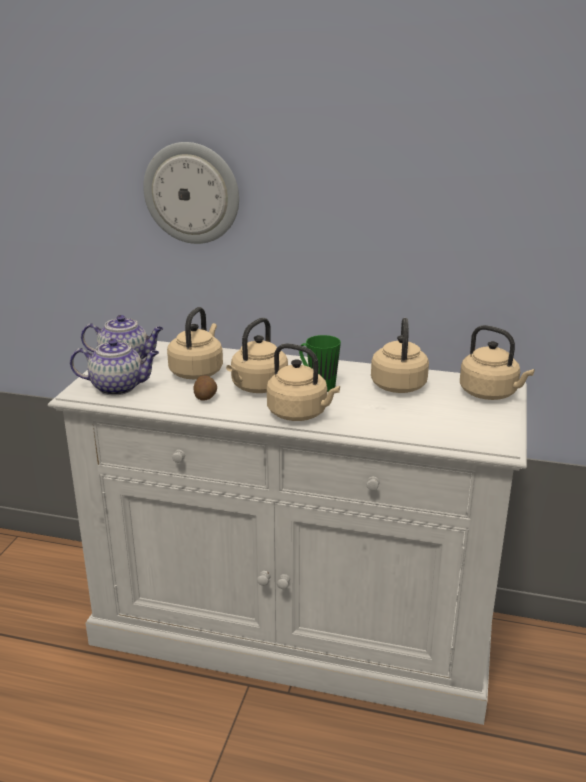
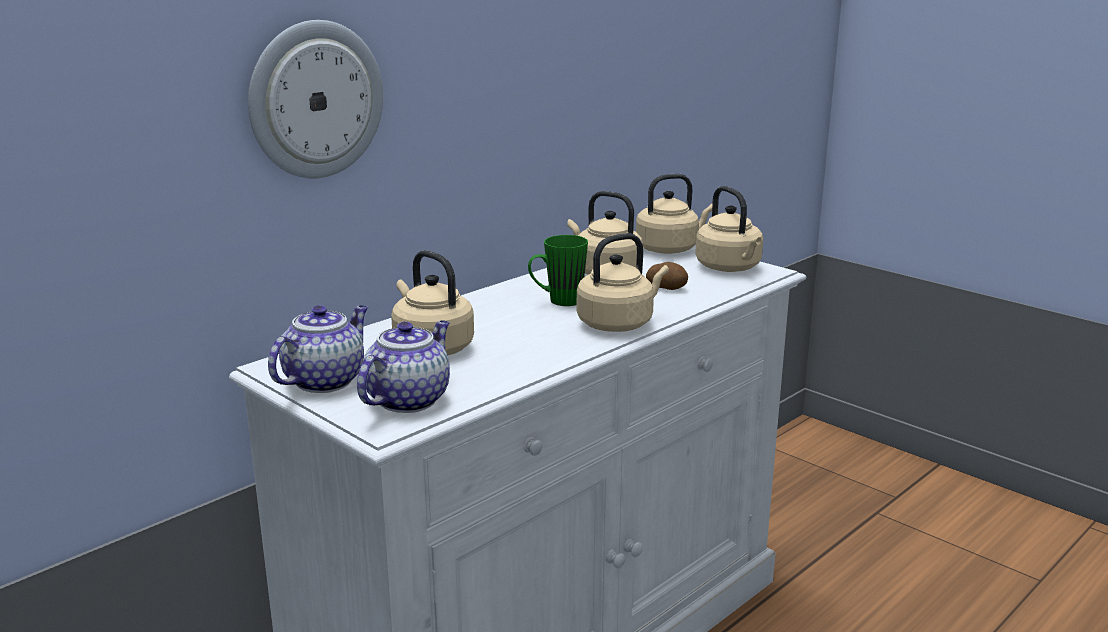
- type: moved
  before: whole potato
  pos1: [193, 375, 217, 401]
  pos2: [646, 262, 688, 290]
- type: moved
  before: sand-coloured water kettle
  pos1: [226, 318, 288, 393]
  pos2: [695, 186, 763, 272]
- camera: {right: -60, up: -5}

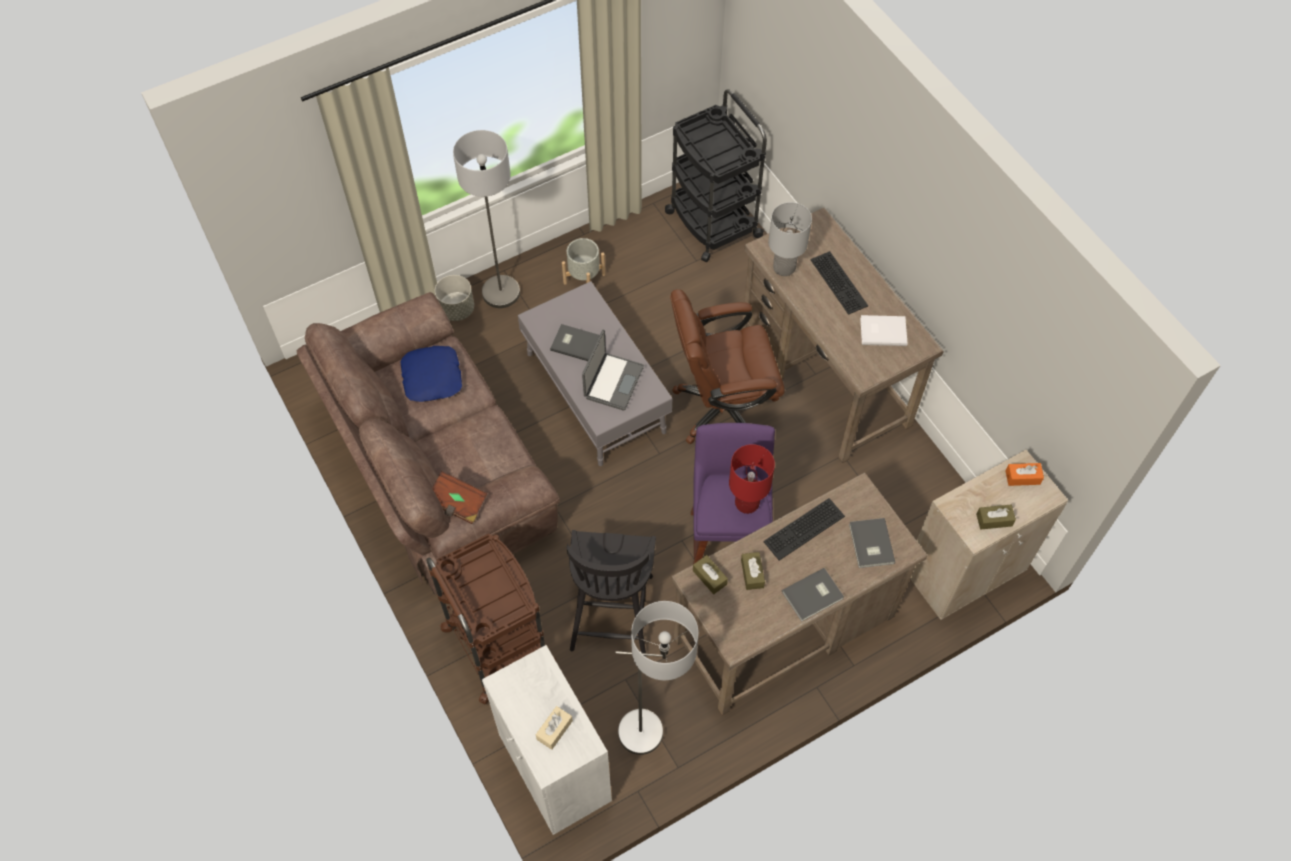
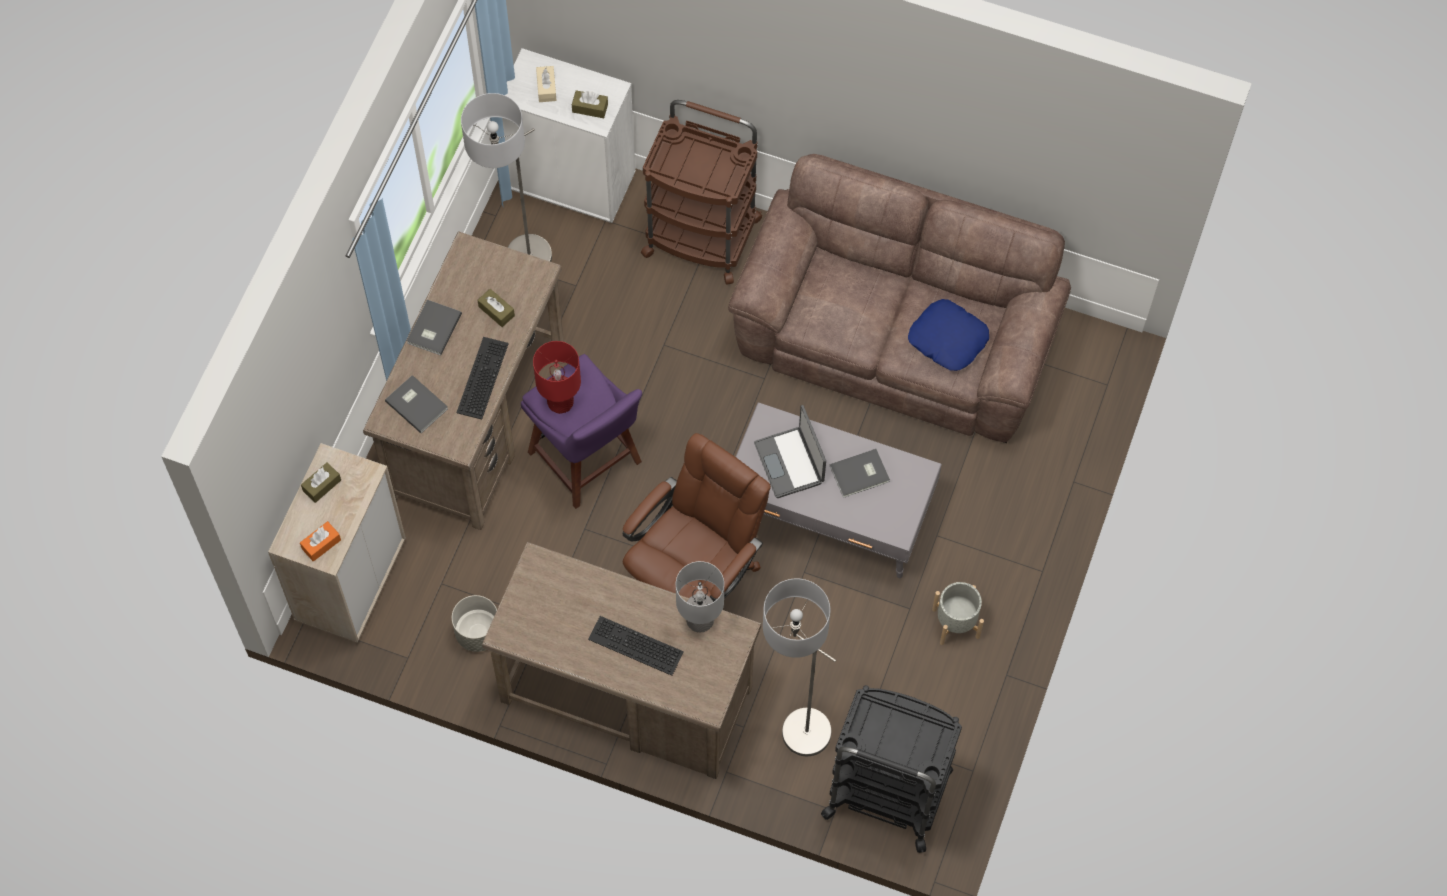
- type: removed
  before: brown-coloured volume
  pos1: [432, 471, 487, 524]
- type: removed
  before: blackish plain chair
  pos1: [567, 530, 656, 654]
- type: removed
  before: white-coloured volume
  pos1: [860, 315, 907, 346]
- type: moved
  before: greyish plant pot
  pos1: [435, 275, 474, 321]
  pos2: [452, 595, 497, 652]
- type: moved
  before: greyish floor lamp
  pos1: [453, 130, 520, 308]
  pos2: [763, 579, 836, 756]
- type: moved
  before: brown-coloured tissue holder
  pos1: [693, 555, 728, 594]
  pos2: [572, 90, 608, 118]
- camera: {right: 140, up: 5}

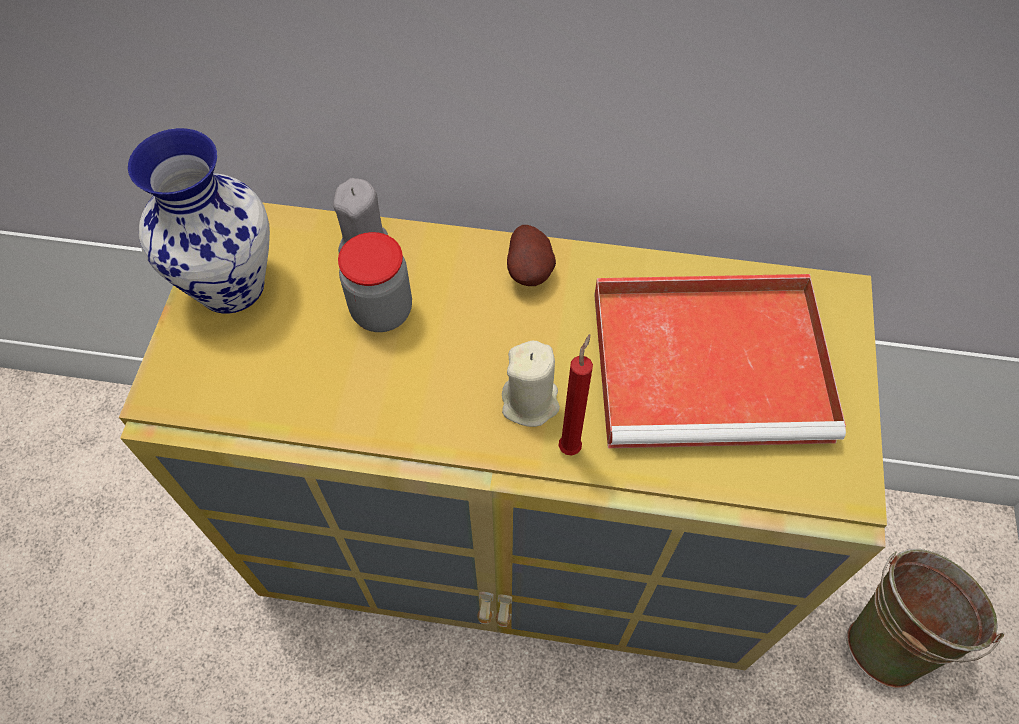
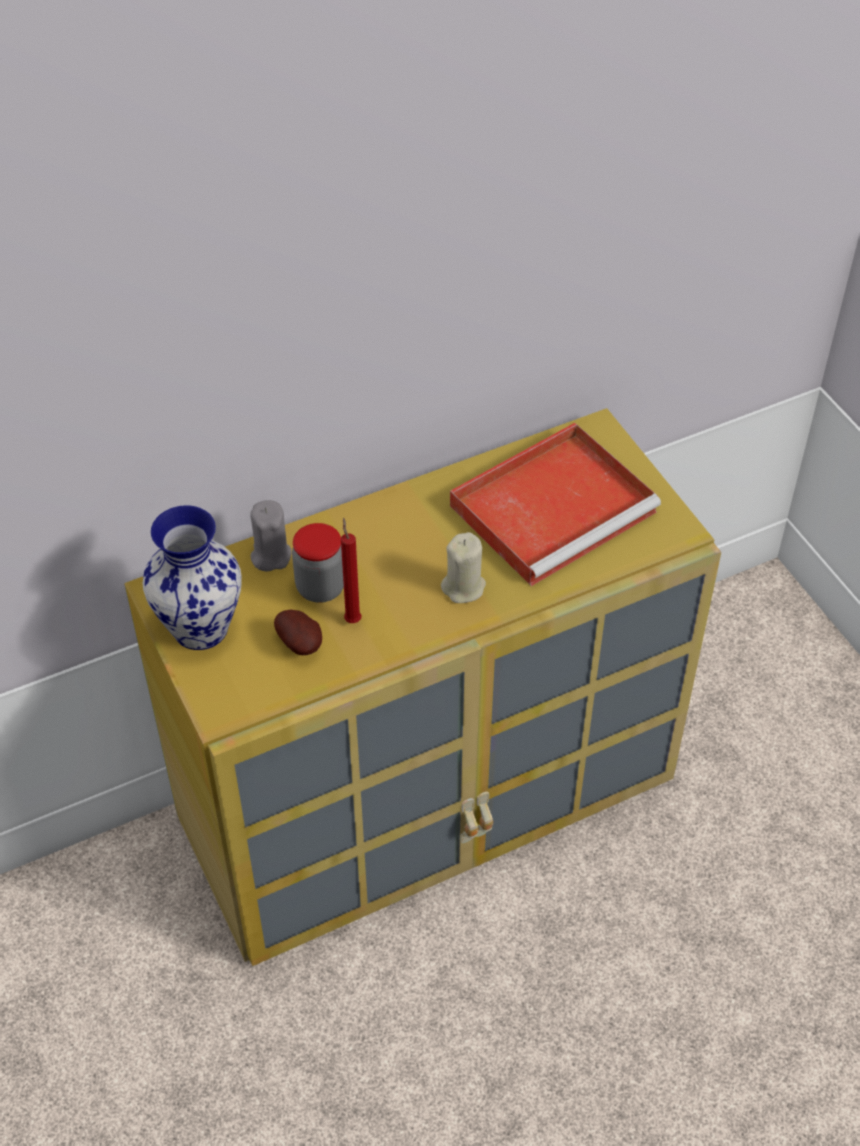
- type: removed
  before: greenish bucket
  pos1: [847, 549, 1004, 689]
- type: moved
  before: whole potato
  pos1: [507, 225, 556, 286]
  pos2: [274, 610, 322, 655]
- type: moved
  before: red wax candle
  pos1: [558, 334, 593, 455]
  pos2: [341, 518, 361, 623]
- camera: {right: -35, up: -10}

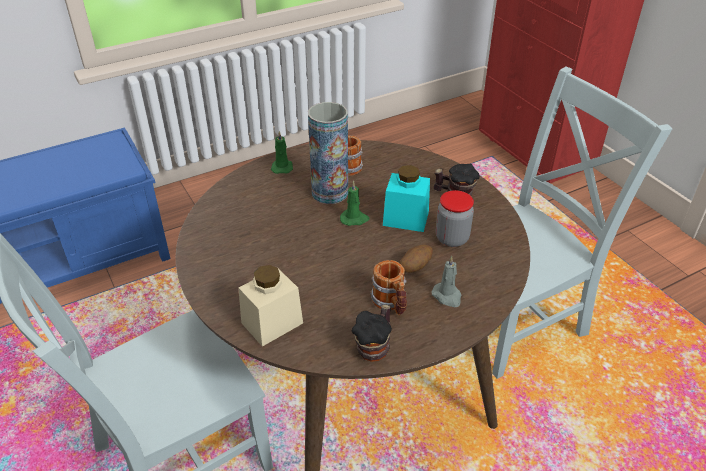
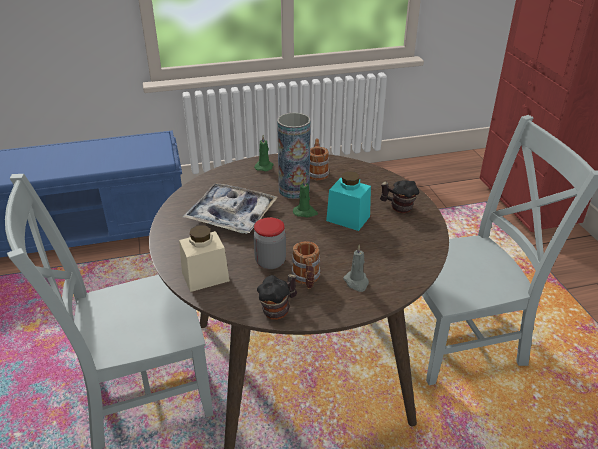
- type: removed
  before: whole potato
  pos1: [400, 245, 433, 273]
- type: added
  after: carrying tray
  pos2: [183, 183, 278, 234]
- type: moved
  before: jar
  pos1: [436, 190, 474, 247]
  pos2: [253, 217, 286, 269]
- camera: {right: 15, up: -5}

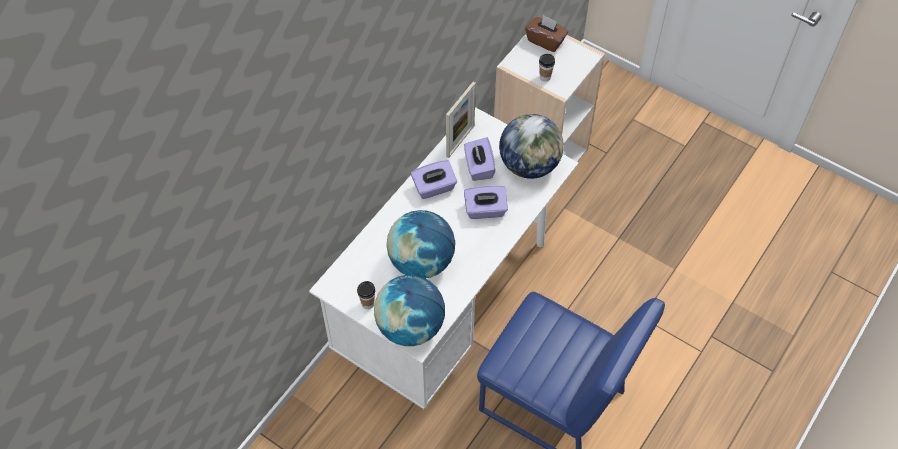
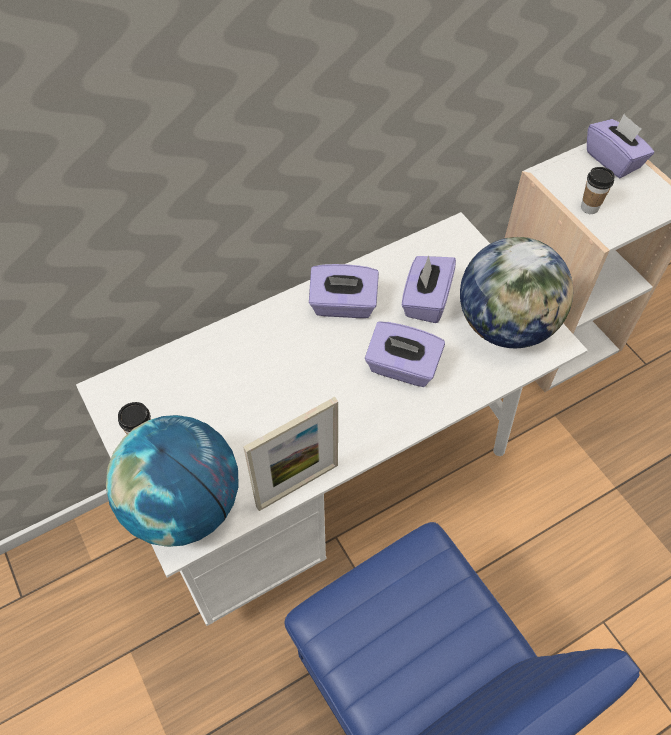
- type: removed
  before: globe
  pos1: [387, 210, 455, 279]
- type: moved
  before: standing frame
  pos1: [446, 82, 476, 158]
  pos2: [243, 397, 338, 511]
- type: recoloured
  before: brown-coloured tissue holder
  after: purplish tissue holder
  pos1: [525, 15, 568, 52]
  pos2: [587, 114, 654, 178]
- camera: {right: 25, up: 0}

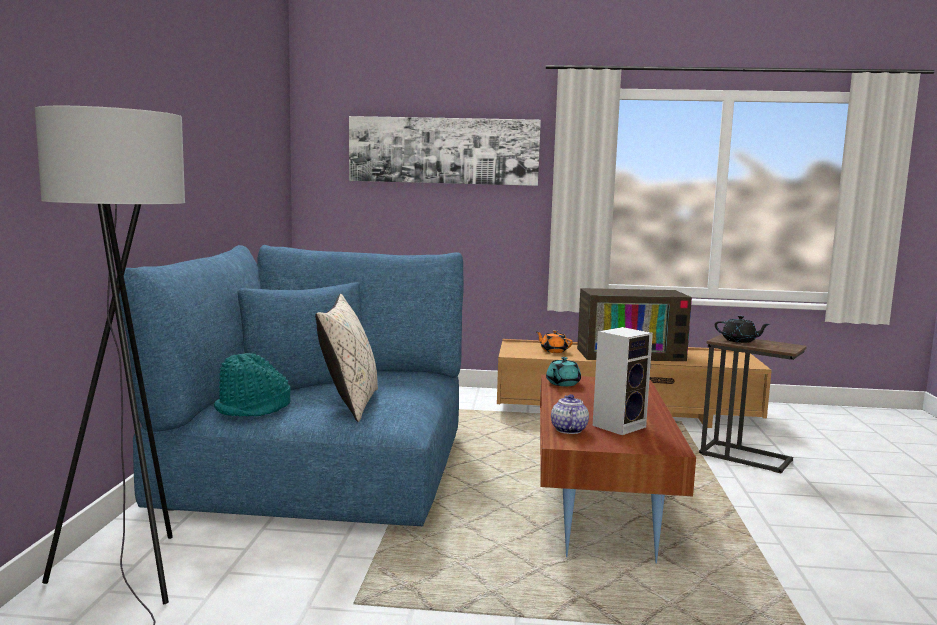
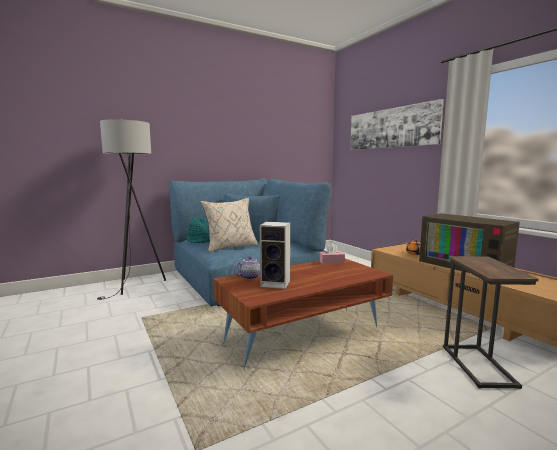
- type: removed
  before: blackish pot for tea
  pos1: [715, 316, 770, 343]
- type: replaced
  before: turquoise pot for tea
  after: pink-coloured tissue holder
  pos1: [546, 357, 581, 386]
  pos2: [319, 243, 345, 265]
- camera: {right: 55, up: 0}

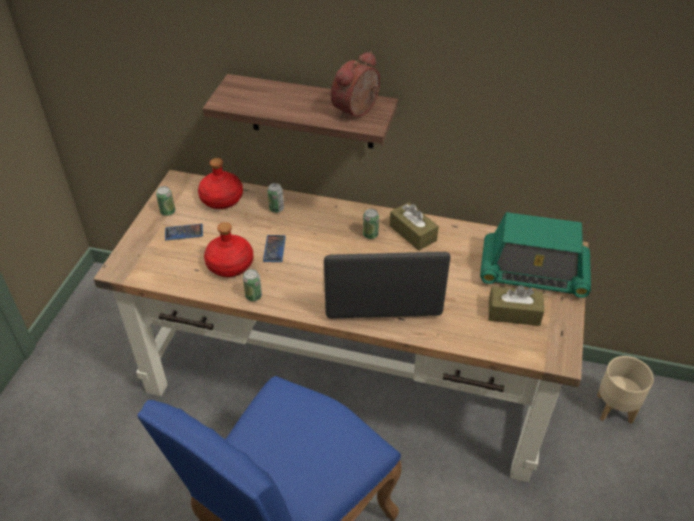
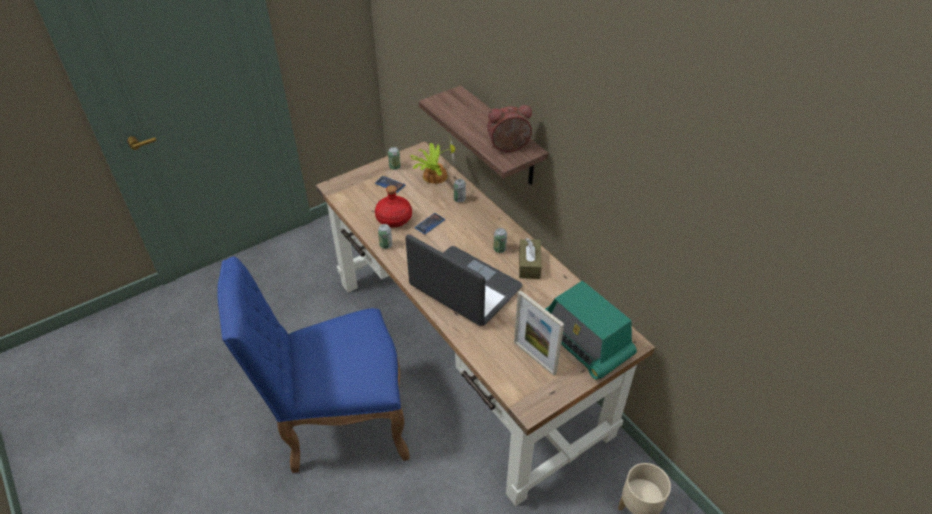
- type: replaced
  before: red bottle
  after: plant in a pot
  pos1: [198, 158, 243, 209]
  pos2: [410, 138, 455, 184]
- type: replaced
  before: brown-coloured tissue holder
  after: standing frame
  pos1: [489, 285, 544, 326]
  pos2: [514, 290, 564, 376]
- camera: {right: 40, up: 0}

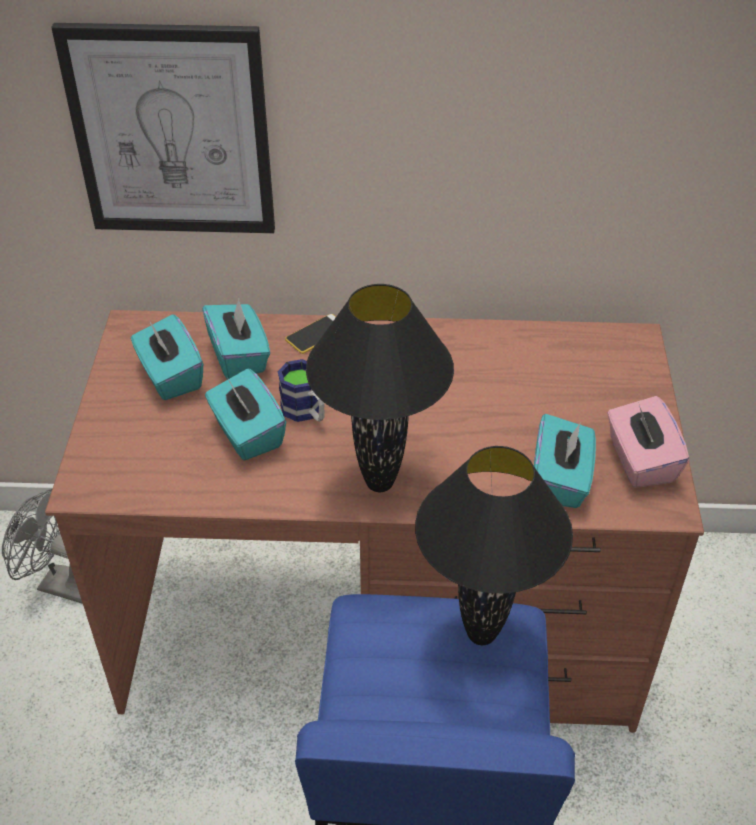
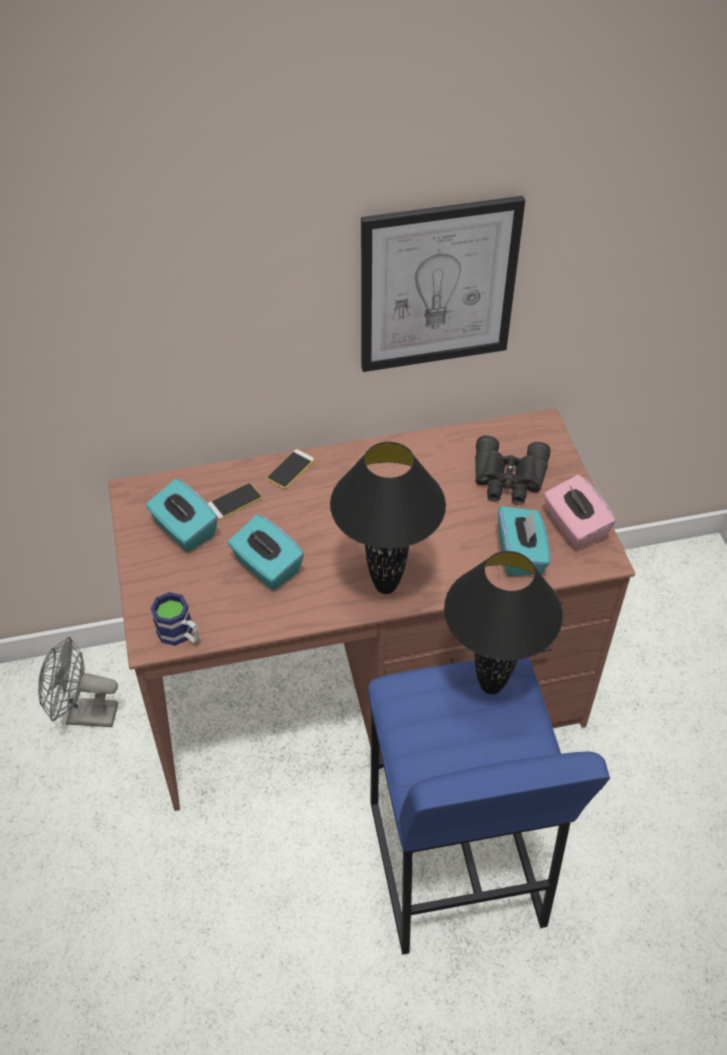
- type: added
  after: blackish pair of binoculars
  pos2: [475, 435, 550, 505]
- type: moved
  before: wall art
  pos1: [51, 23, 275, 233]
  pos2: [361, 196, 525, 372]
- type: moved
  before: mug
  pos1: [278, 359, 325, 422]
  pos2: [151, 592, 199, 646]
- type: replaced
  before: turquoise tissue holder
  after: telephone
  pos1: [202, 299, 270, 380]
  pos2: [207, 483, 262, 520]
- camera: {right: -15, up: 5}

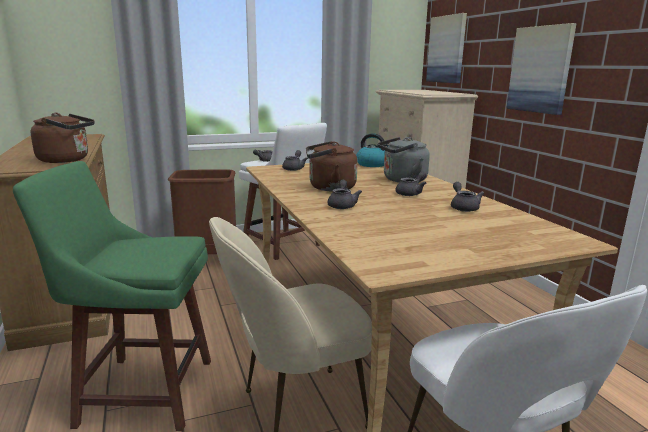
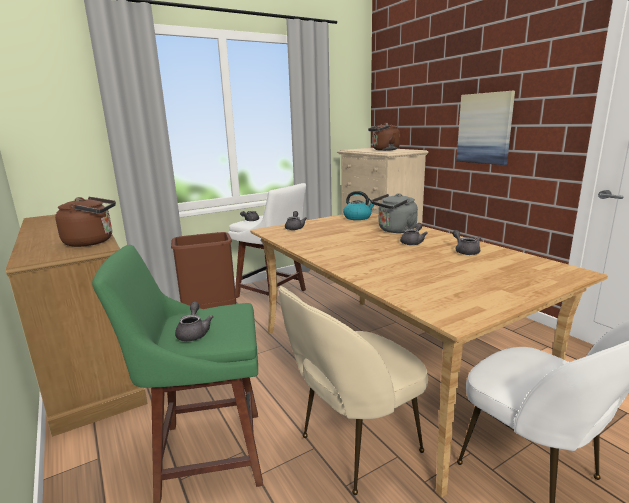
- type: removed
  before: wall art
  pos1: [426, 13, 467, 83]
- type: moved
  before: brown-coloured water kettle
  pos1: [306, 141, 358, 192]
  pos2: [368, 123, 400, 151]
- type: moved
  before: greyish pot for tea
  pos1: [328, 180, 362, 209]
  pos2: [175, 302, 214, 341]
- camera: {right: -10, up: 0}

